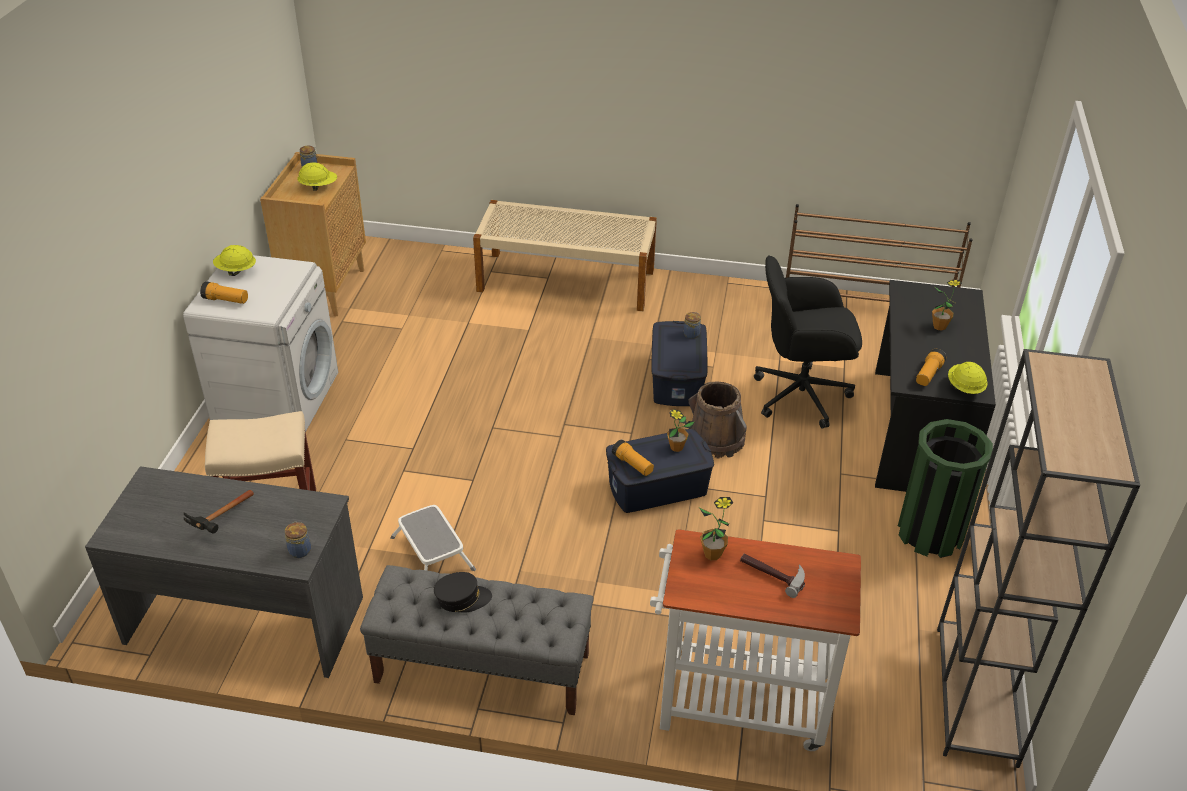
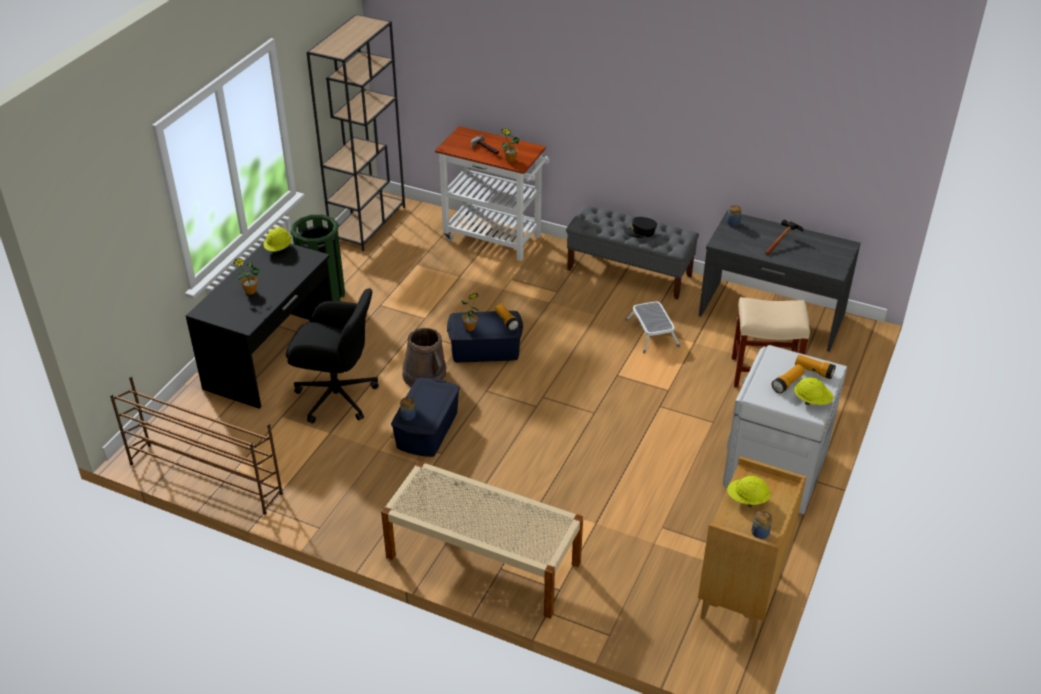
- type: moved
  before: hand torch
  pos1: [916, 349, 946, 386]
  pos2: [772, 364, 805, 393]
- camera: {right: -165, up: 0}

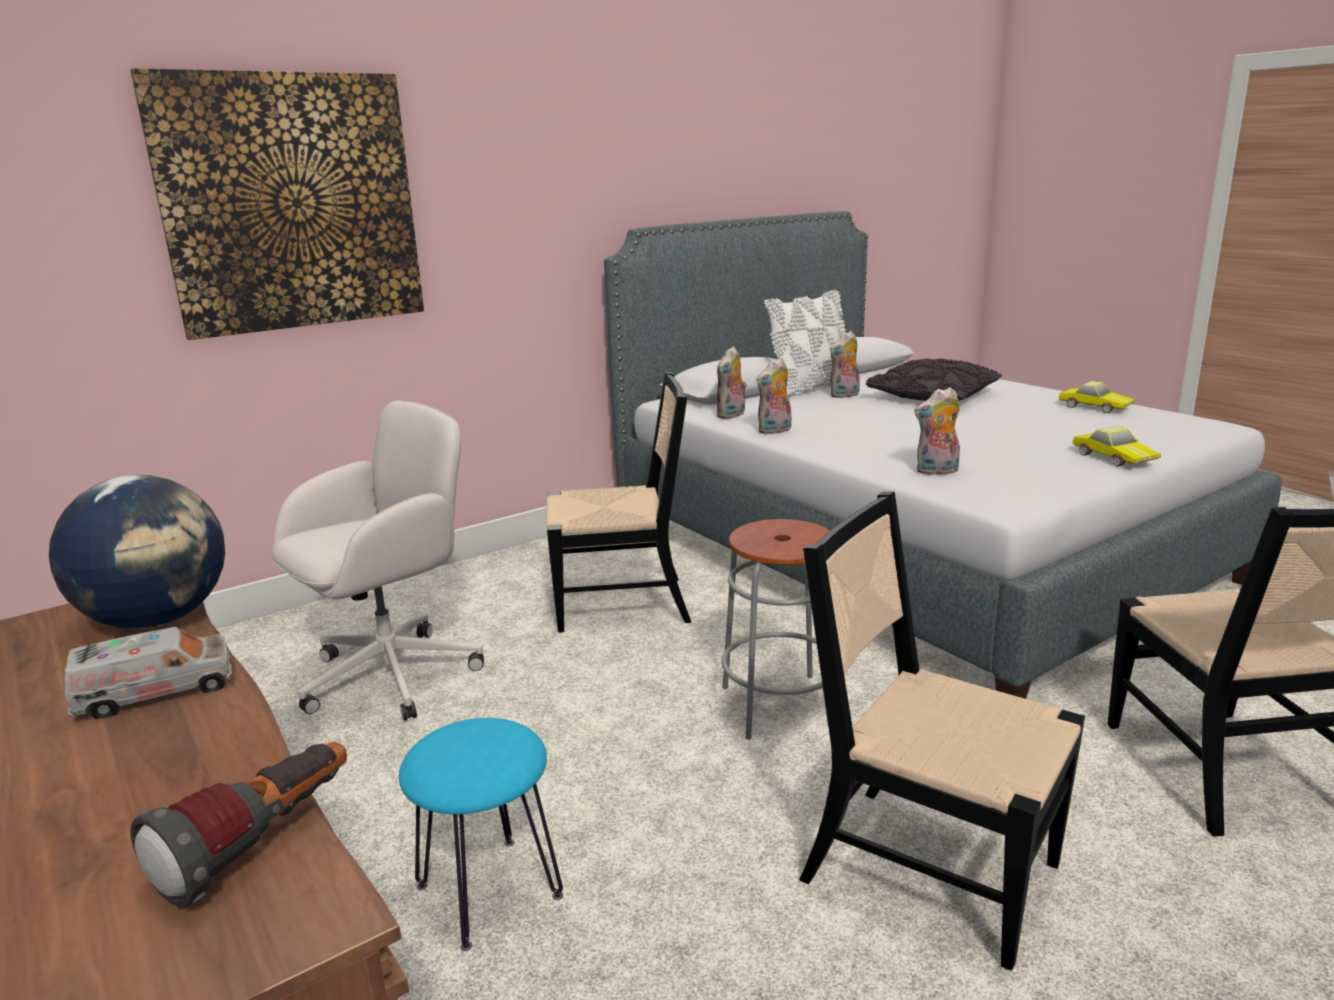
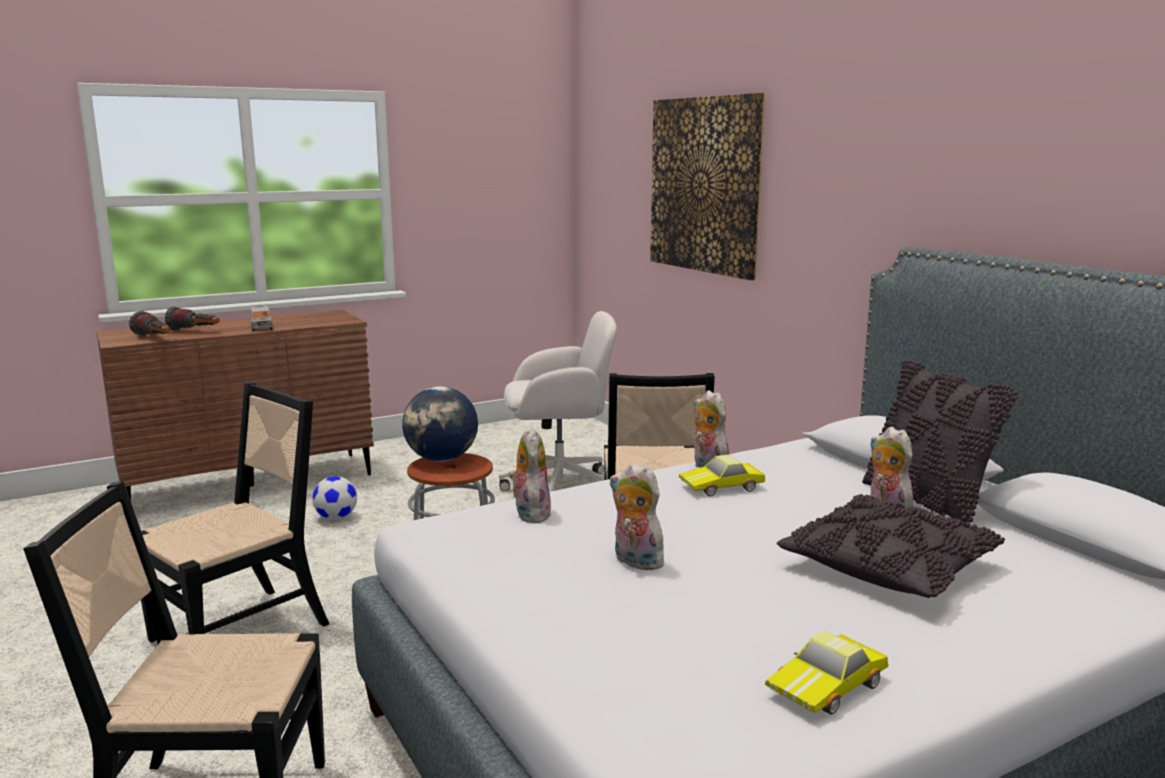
- type: added
  after: hand torch
  pos2: [165, 306, 220, 331]
- type: moved
  before: globe
  pos1: [49, 475, 225, 629]
  pos2: [402, 386, 478, 462]
- type: moved
  before: plush toy
  pos1: [716, 346, 747, 419]
  pos2: [609, 463, 664, 570]
- type: moved
  before: model car
  pos1: [1072, 426, 1161, 466]
  pos2: [679, 454, 765, 496]
- type: replaced
  before: turquoise stool seat
  after: football
  pos1: [399, 718, 563, 951]
  pos2: [312, 476, 357, 520]
- type: recoloured
  before: white-coloured cushion
  after: blackish cushion
  pos1: [764, 290, 846, 397]
  pos2: [862, 360, 1019, 528]
- type: turned
  before: white-coloured desk chair
  pos1: [271, 401, 484, 721]
  pos2: [499, 311, 617, 492]
  turn: -60
- camera: {right: 95, up: -5}

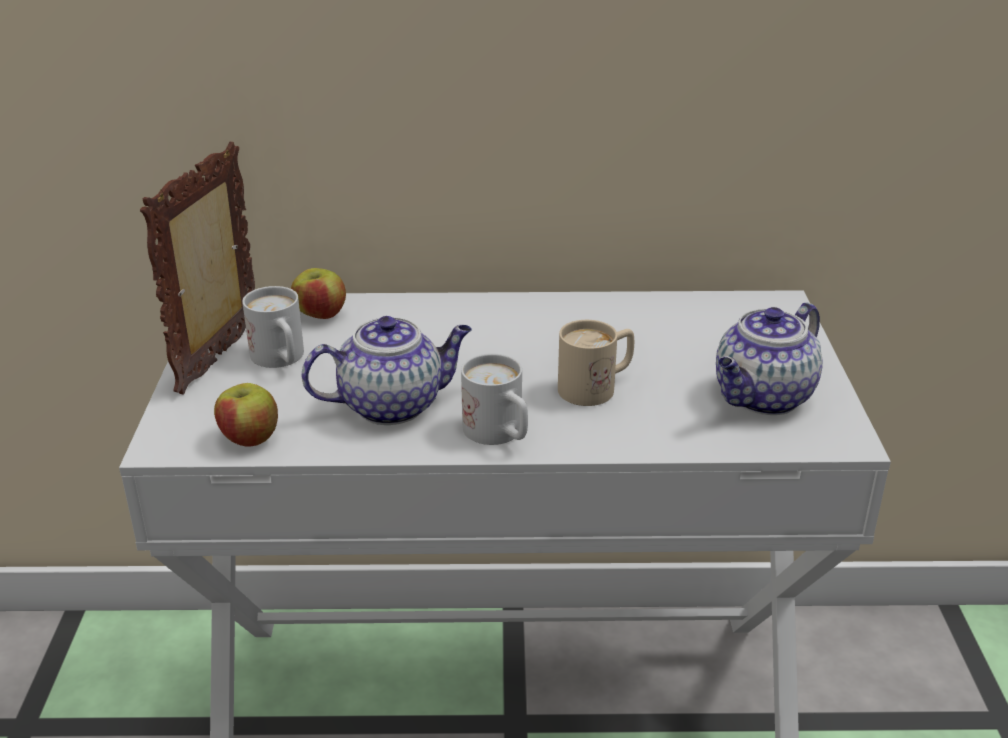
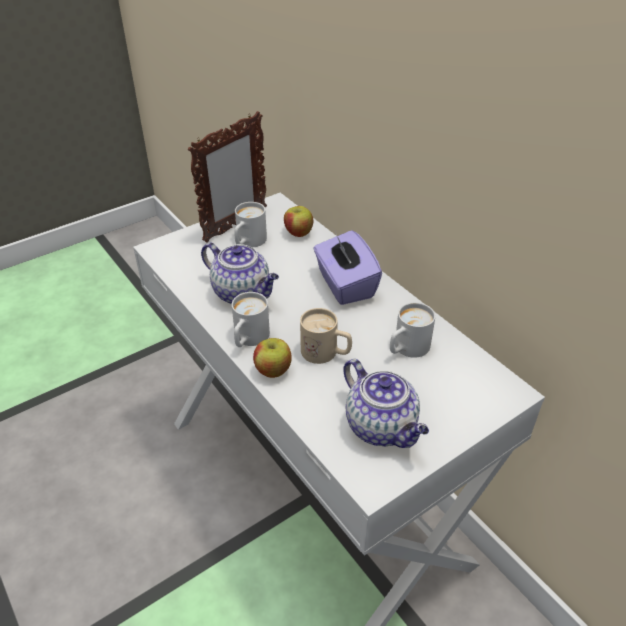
- type: added
  after: purplish tissue holder
  pos2: [313, 230, 382, 305]
- type: added
  after: white-coloured mug
  pos2: [390, 302, 435, 358]
- type: moved
  before: whole apple
  pos1: [214, 383, 278, 447]
  pos2: [253, 338, 292, 378]
- type: turned
  before: standing frame
  pos1: [140, 142, 255, 395]
  pos2: [188, 111, 267, 243]
  turn: 150
- type: turned
  before: pot for tea
  pos1: [716, 302, 823, 415]
  pos2: [344, 359, 429, 448]
  turn: -135
- camera: {right: 55, up: 10}

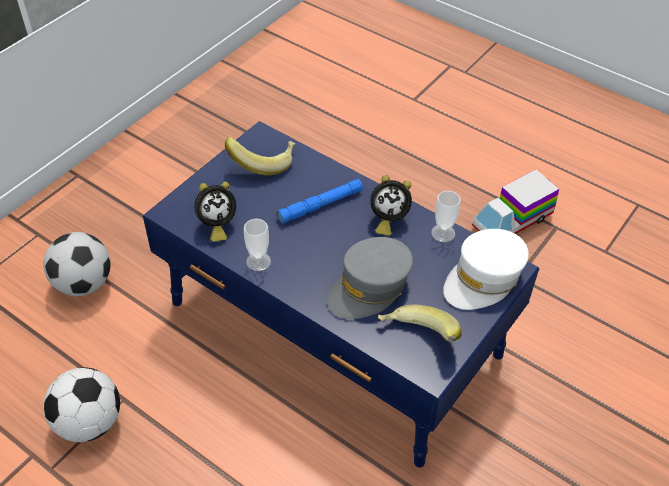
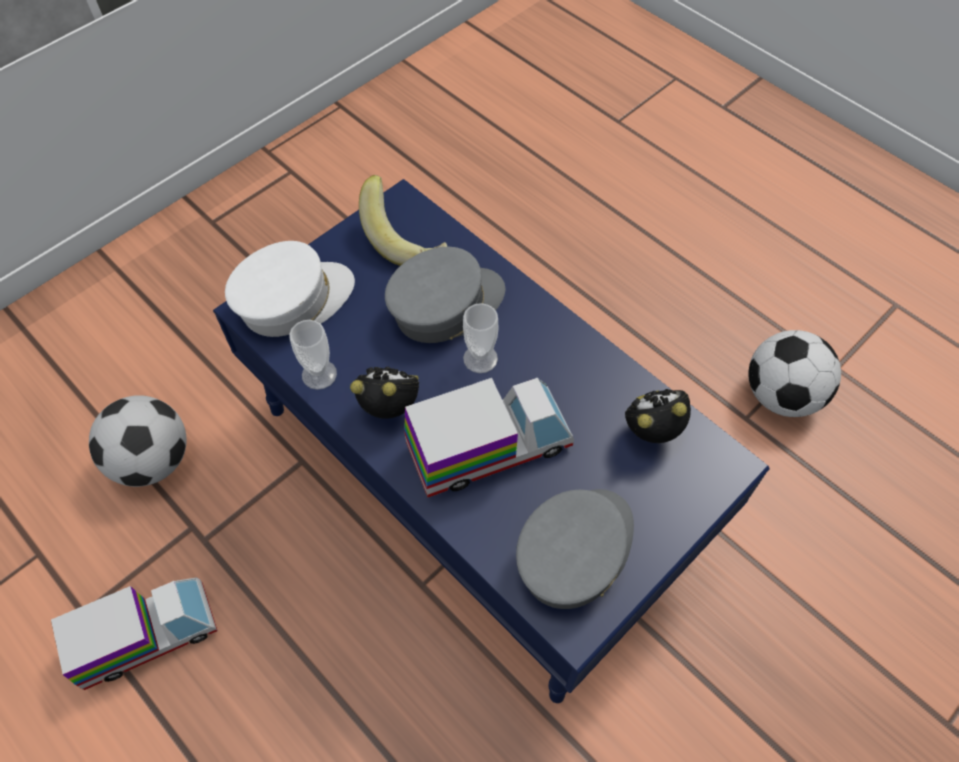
- type: moved
  before: football
  pos1: [43, 232, 111, 296]
  pos2: [89, 395, 186, 487]
- type: moved
  before: small cup
  pos1: [244, 219, 271, 271]
  pos2: [463, 303, 498, 373]
- type: replaced
  before: whole banana
  after: greyish cap
  pos1: [225, 137, 295, 175]
  pos2: [516, 489, 634, 609]
- type: replaced
  before: bluish hand torch
  after: model truck
  pos1: [277, 179, 363, 224]
  pos2: [404, 378, 574, 498]
- camera: {right: -170, up: 10}

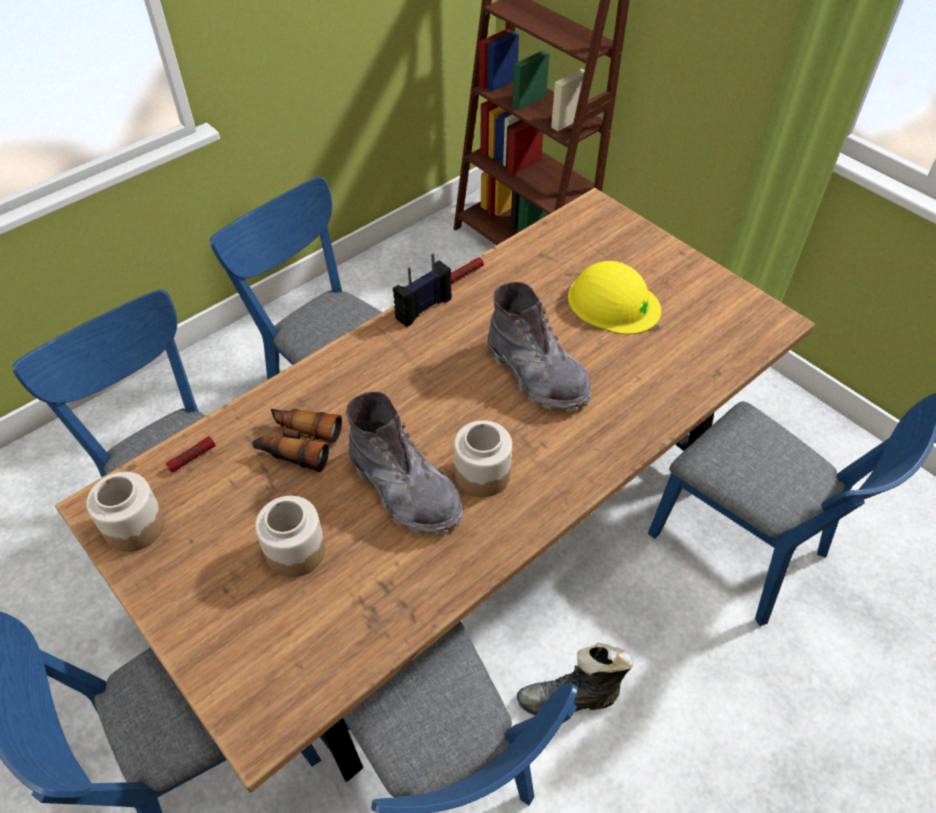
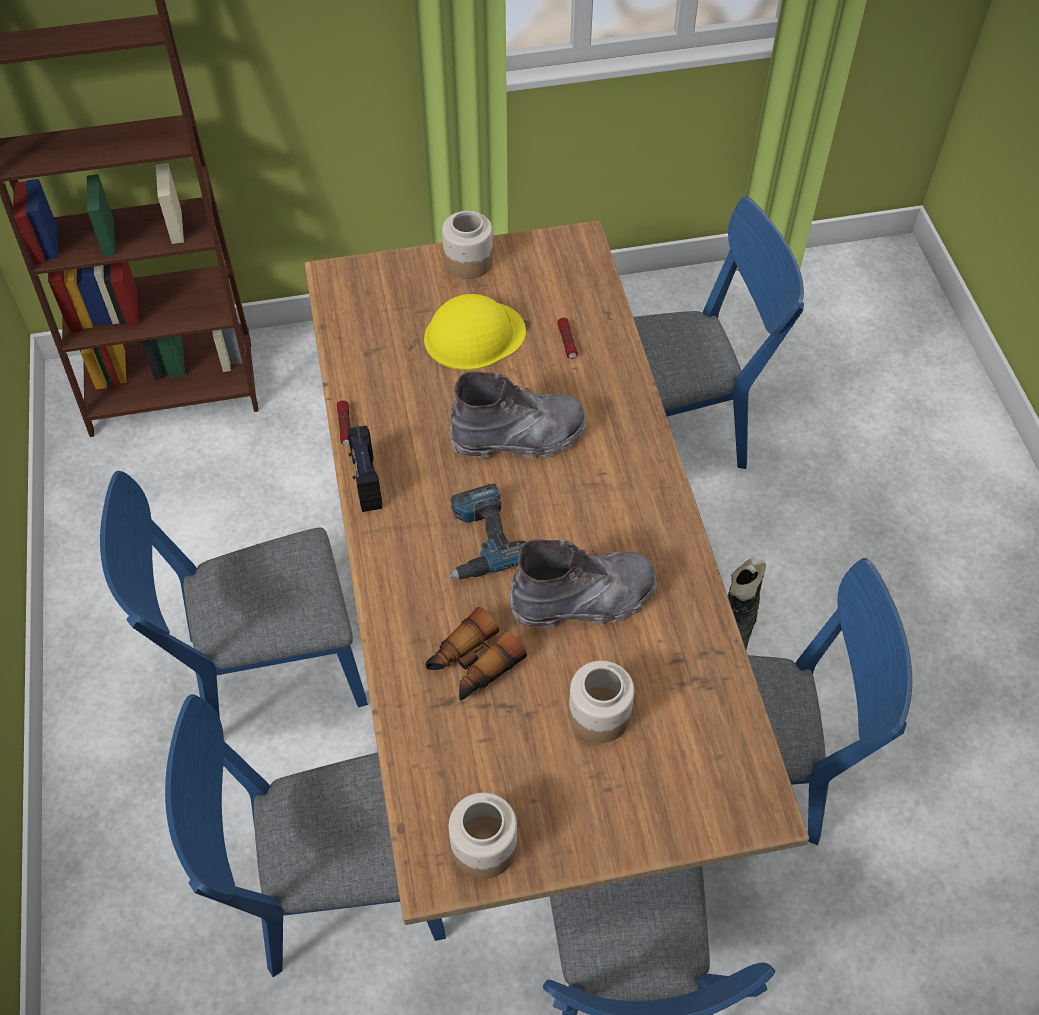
- type: added
  after: electric drill
  pos2: [448, 483, 526, 579]
- type: moved
  before: hand torch
  pos1: [166, 436, 216, 472]
  pos2: [557, 318, 578, 359]
- type: moved
  before: jar
  pos1: [454, 420, 512, 497]
  pos2: [442, 211, 493, 279]
- camera: {right: -60, up: 5}

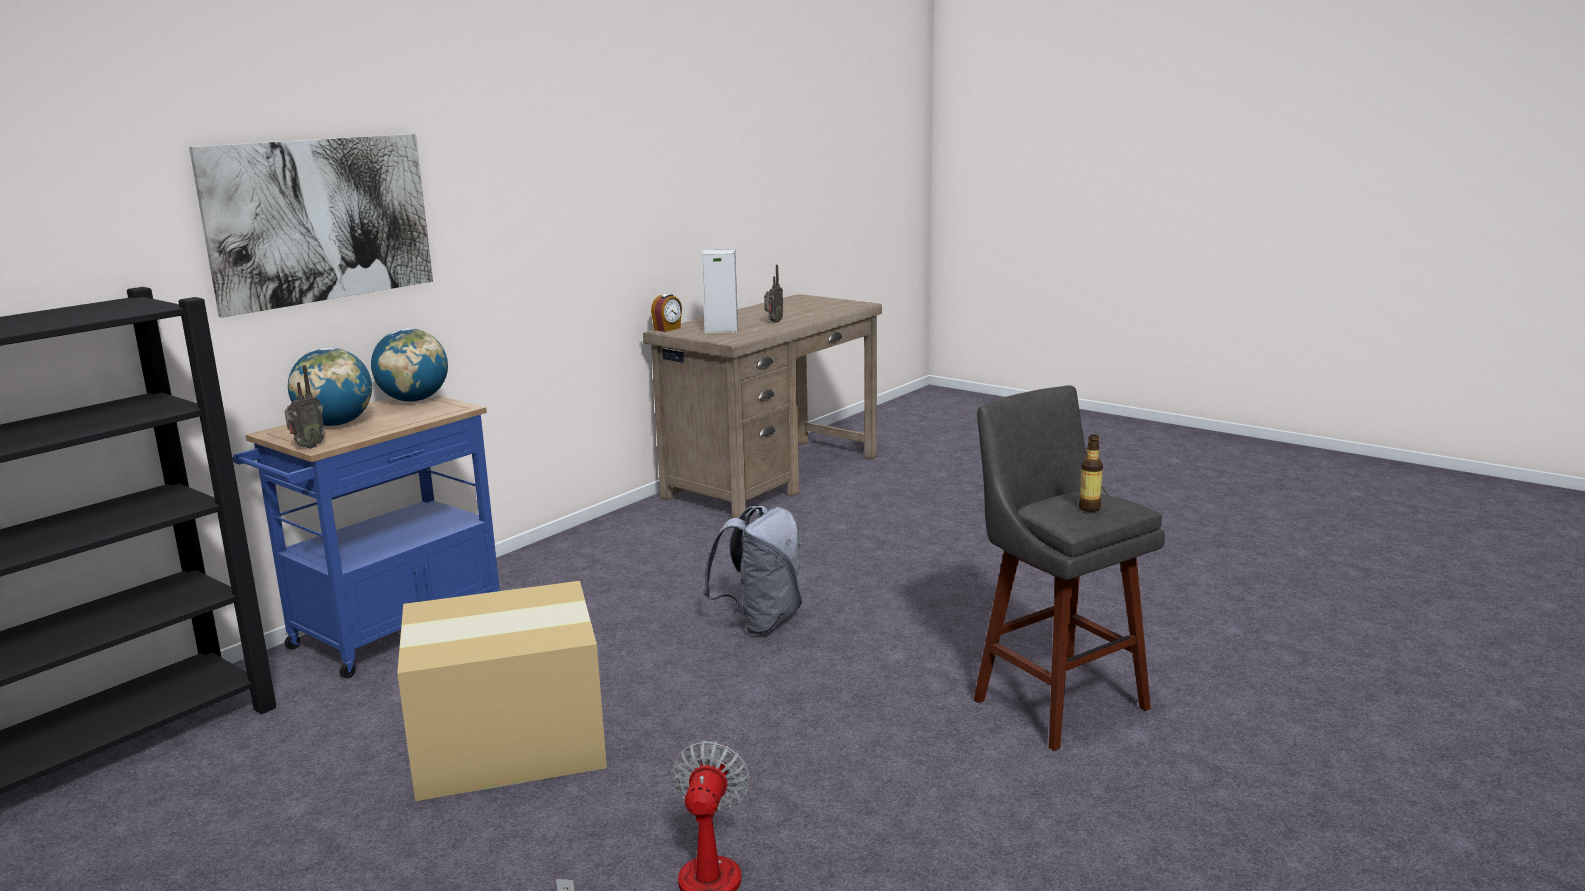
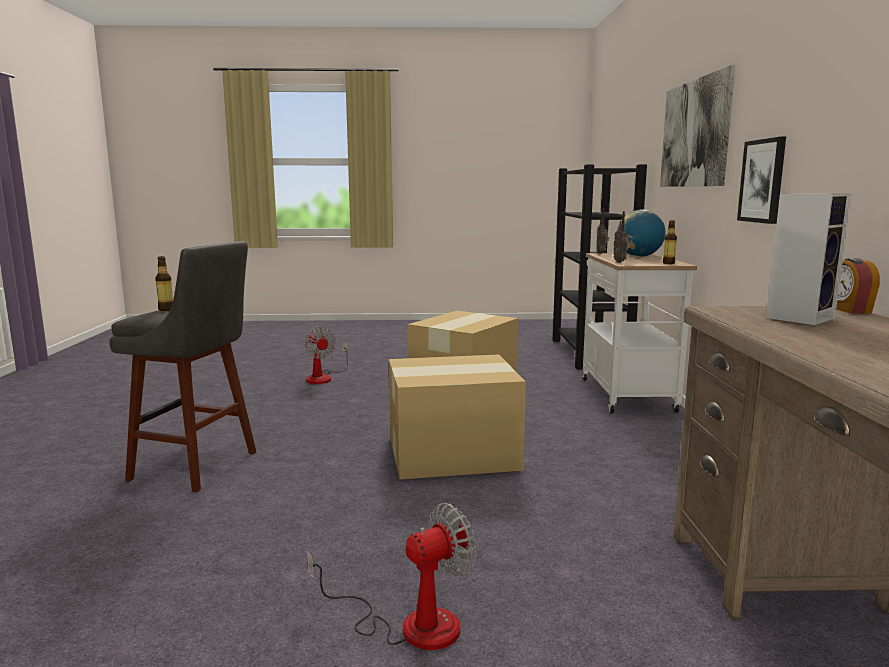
- type: added
  after: electric fan
  pos2: [307, 503, 476, 650]
- type: added
  after: wall art
  pos2: [737, 137, 786, 224]
- type: moved
  before: radio set
  pos1: [764, 265, 783, 323]
  pos2: [613, 211, 630, 263]
- type: replaced
  before: globe
  after: bottle
  pos1: [371, 328, 448, 402]
  pos2: [663, 220, 677, 264]
- type: replaced
  before: greyish rucksack
  after: cardboard box
  pos1: [702, 506, 802, 635]
  pos2: [389, 354, 526, 480]
- type: recoloured
  before: bluish wheeled cart
  after: white-coloured wheeled cart
  pos1: [233, 395, 500, 679]
  pos2: [583, 253, 697, 413]
- camera: {right: 140, up: -5}

